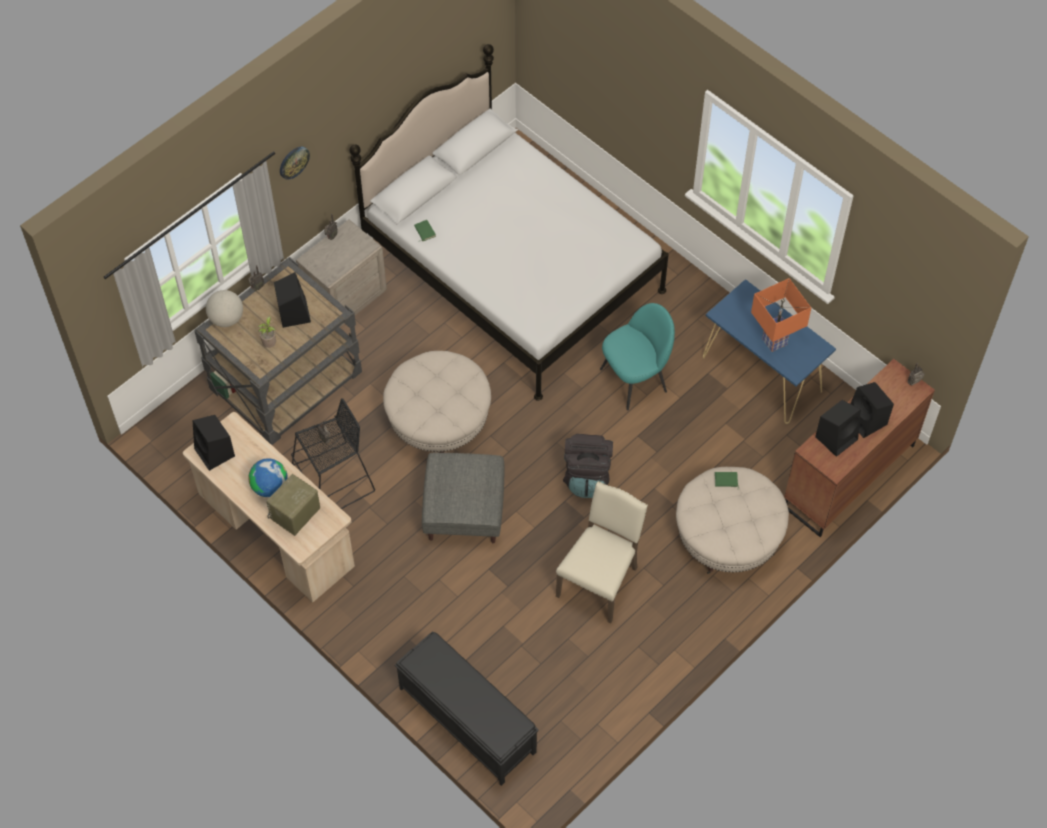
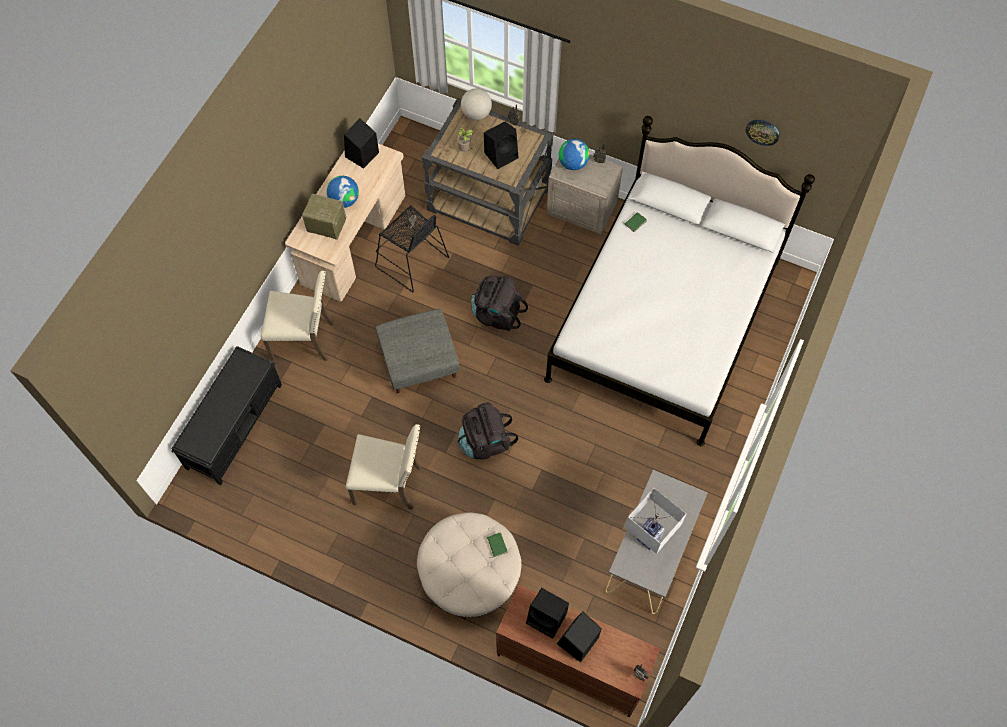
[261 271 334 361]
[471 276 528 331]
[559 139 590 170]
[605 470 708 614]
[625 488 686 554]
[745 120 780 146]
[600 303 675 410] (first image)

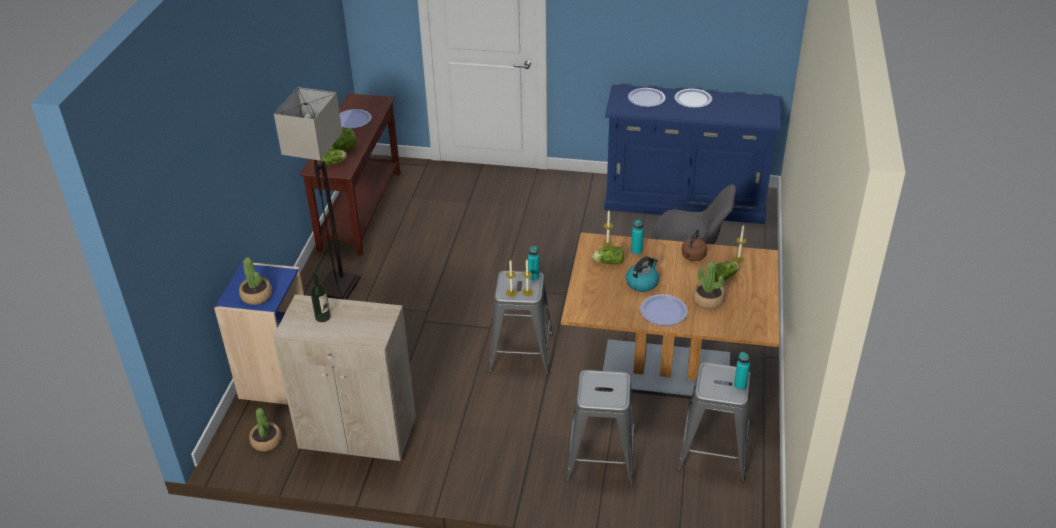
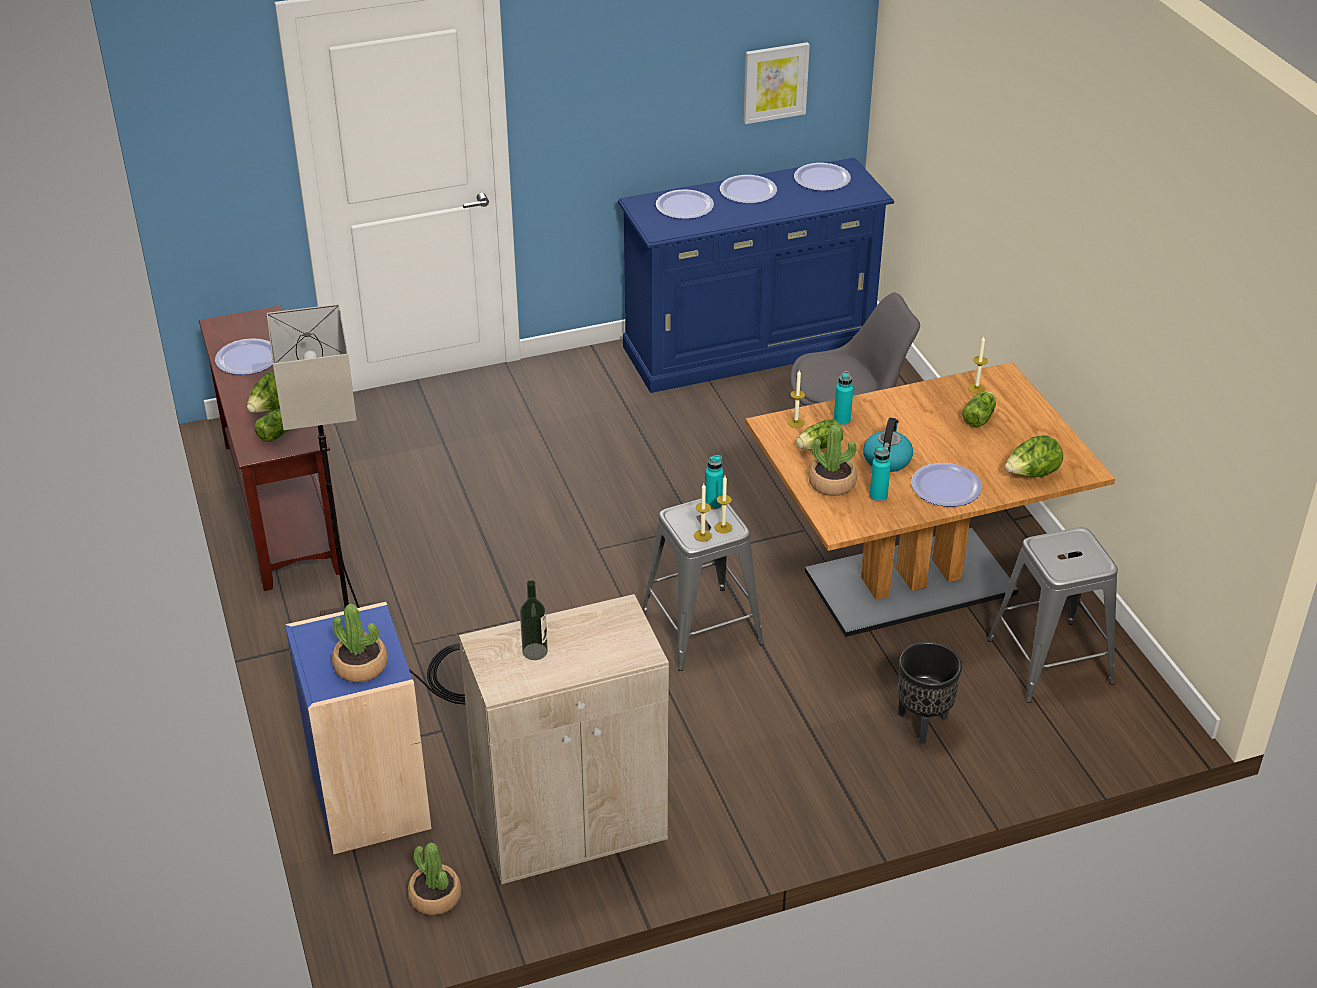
[743 42 810 124]
[794 163 851 191]
[808 425 857 496]
[869 446 891 502]
[898 642 962 744]
[1005 436 1063 477]
[681 229 707 261] (first image)

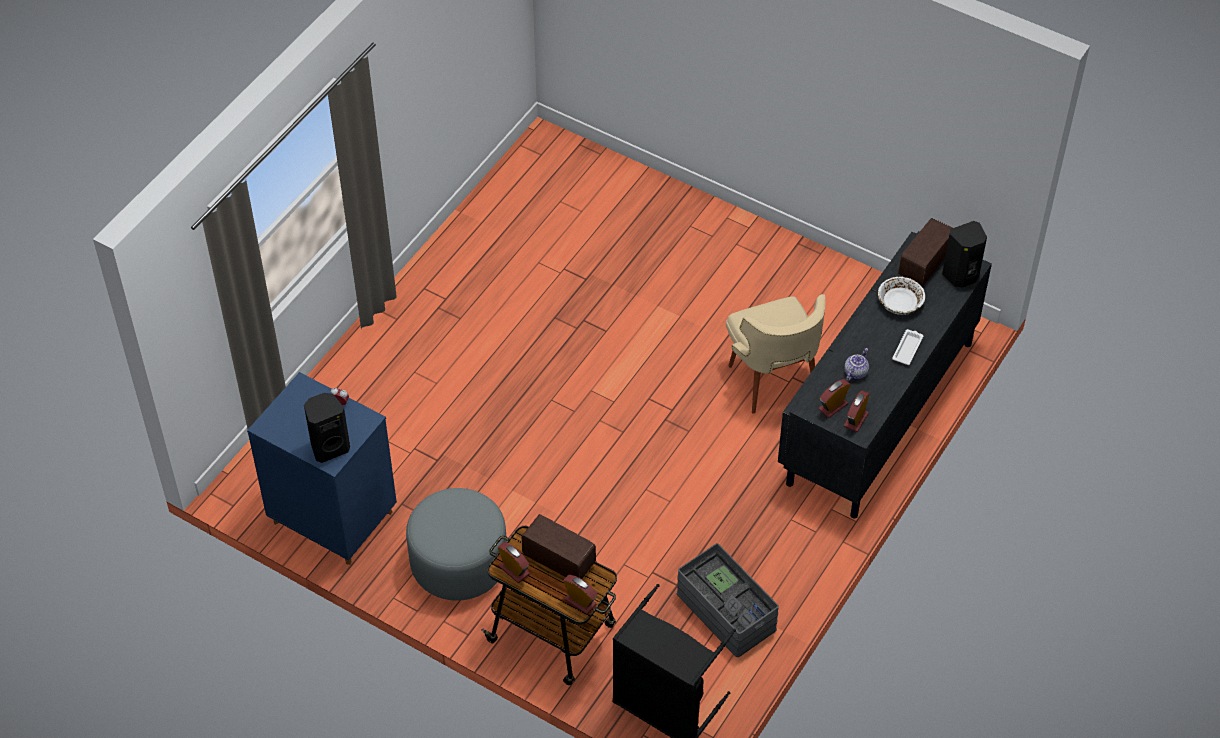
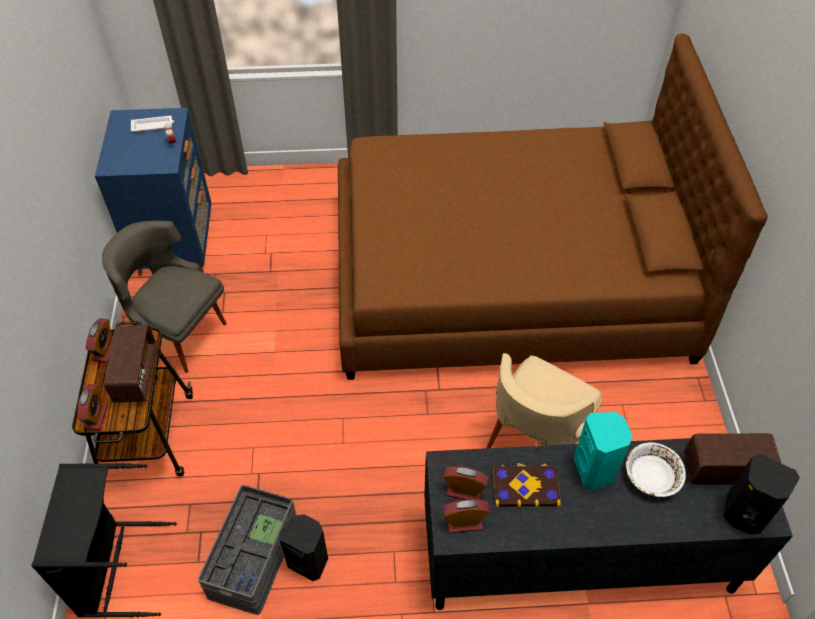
[102 221 227 373]
[131 116 174 132]
[279 514 328 581]
[338 33 768 380]
[492 463 561 507]
[574 412 632 491]

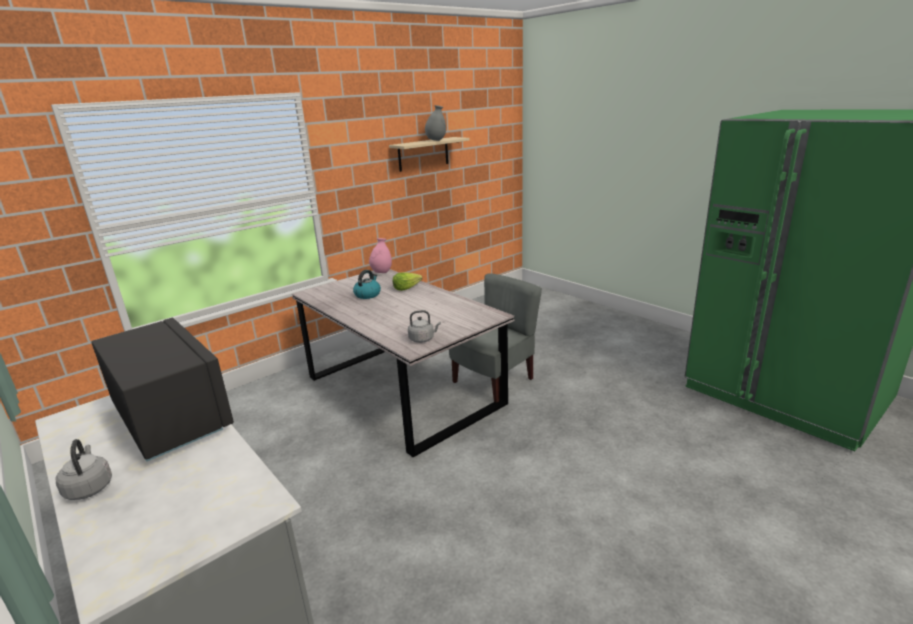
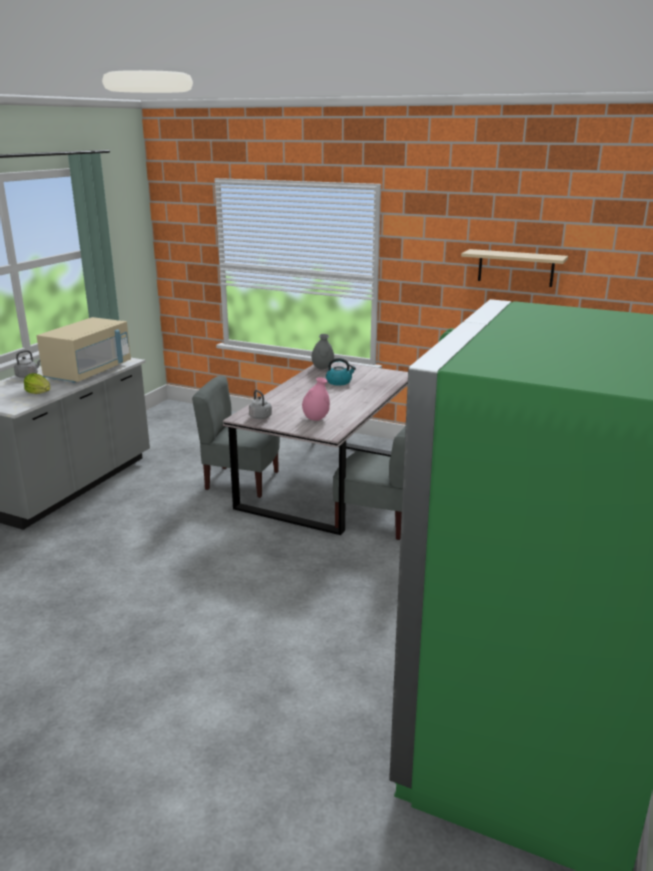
[24 373 50 394]
[36 317 131 383]
[192 376 280 498]
[302 377 330 421]
[312 334 334 369]

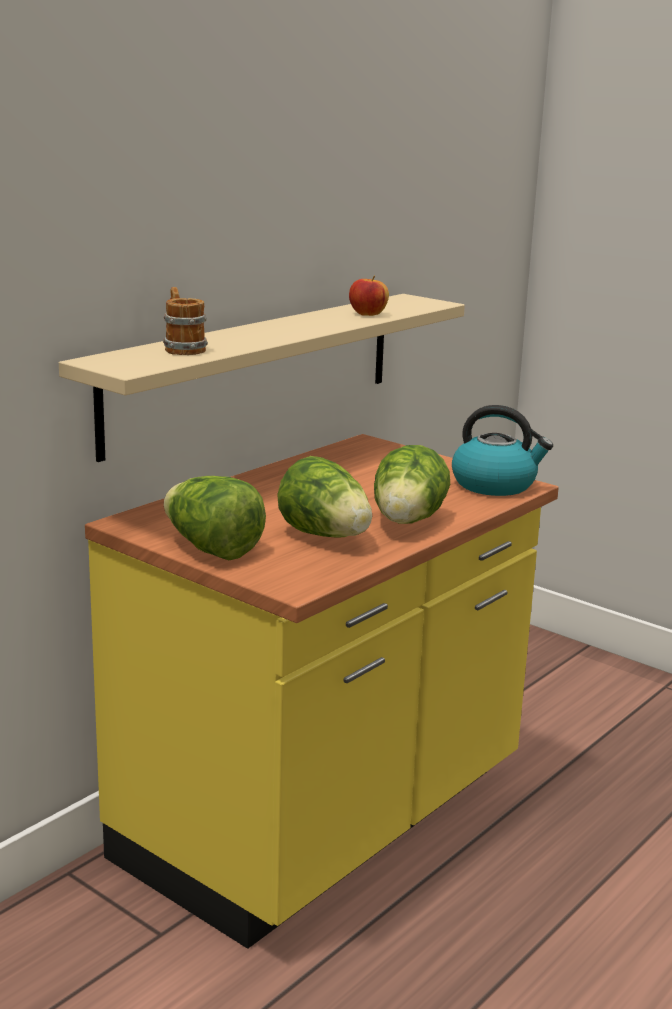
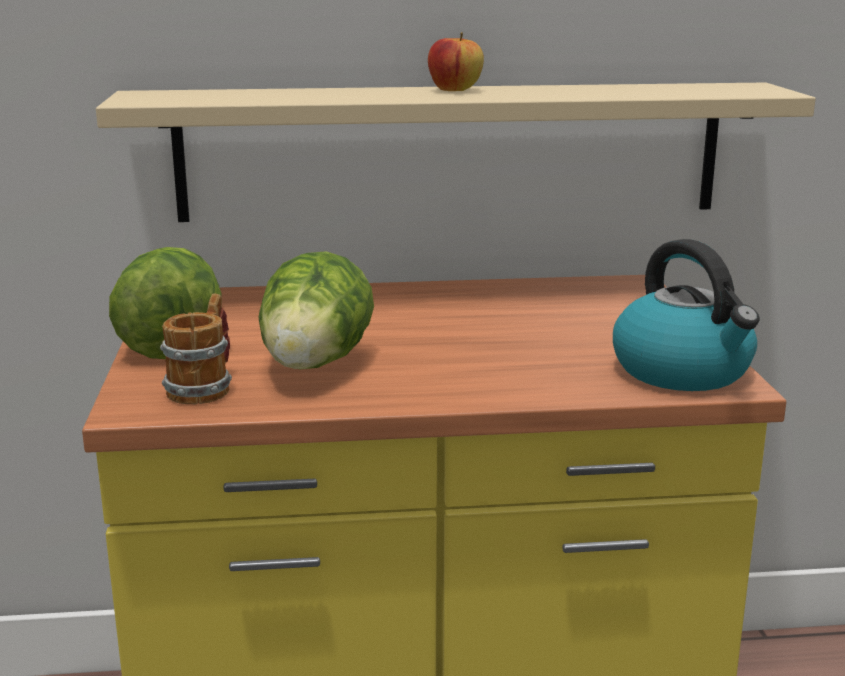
[160 294 232 404]
[428 32 484 91]
[374 445 450 524] (first image)

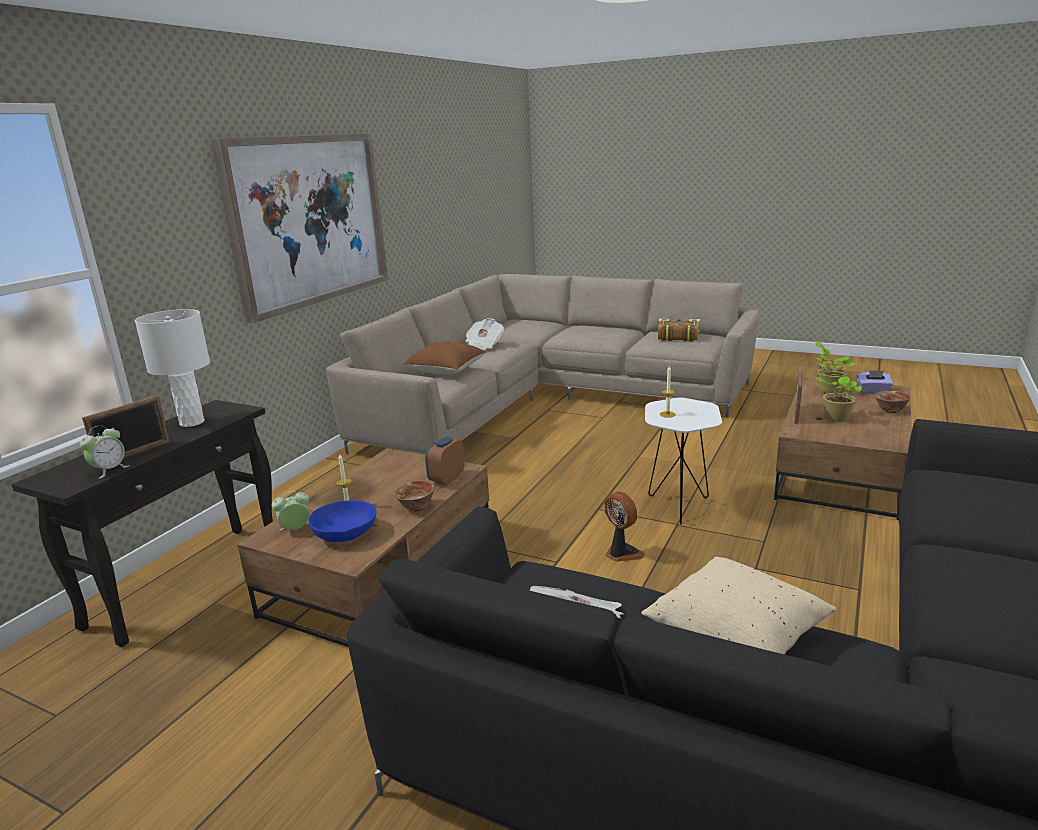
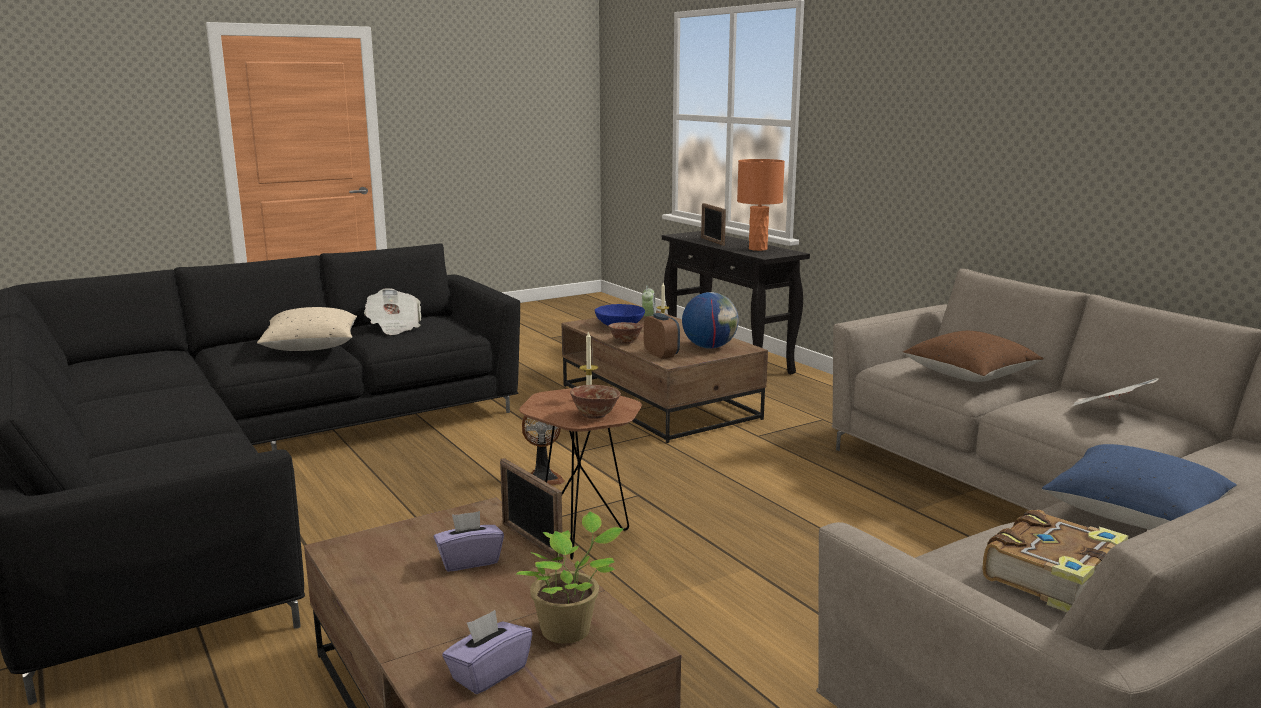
[434 511 504 572]
[519 388 642 560]
[570 385 621 419]
[682 292 739 349]
[737 159 785 251]
[1042 444 1237 530]
[80 425 130 479] (first image)
[211 134 388 323] (first image)

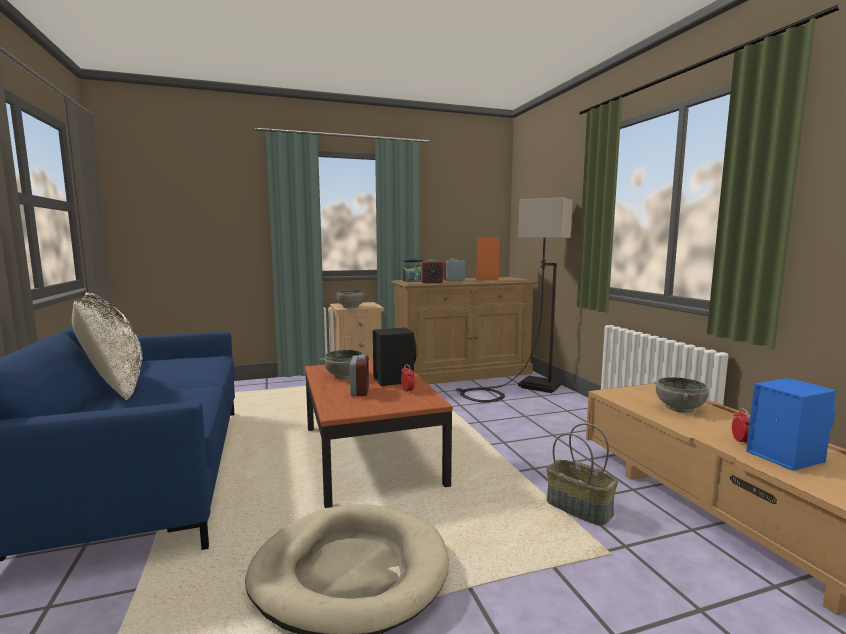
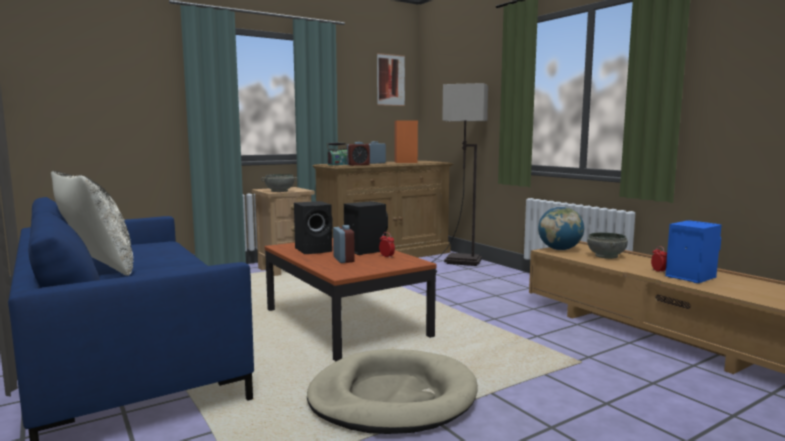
[294 201 333 254]
[377 53 405 106]
[538 206 584 250]
[546 423 618 526] (first image)

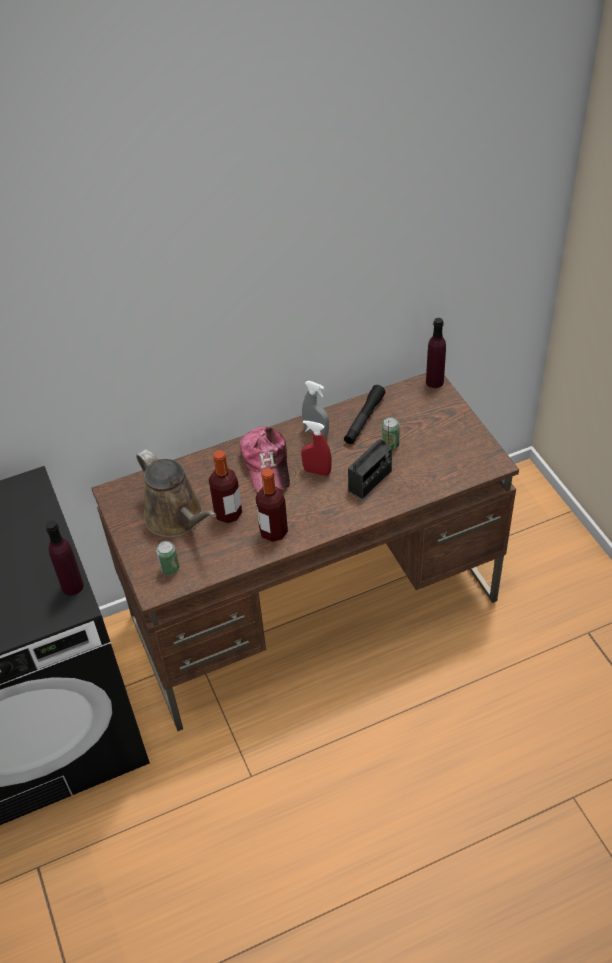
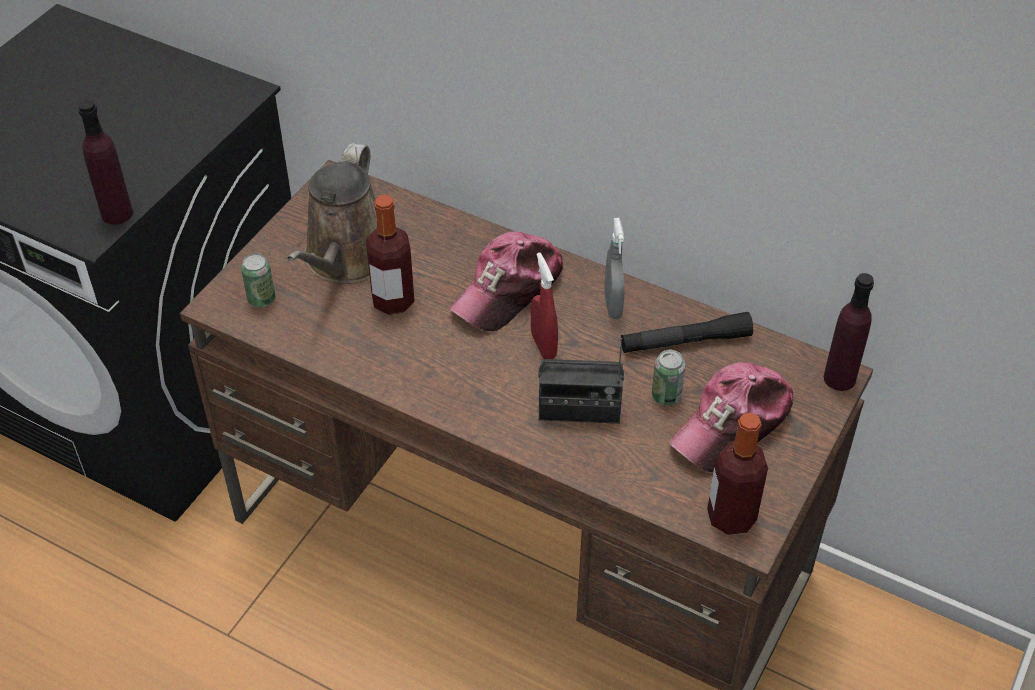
[669 362 793 472]
[707 413 768 535]

